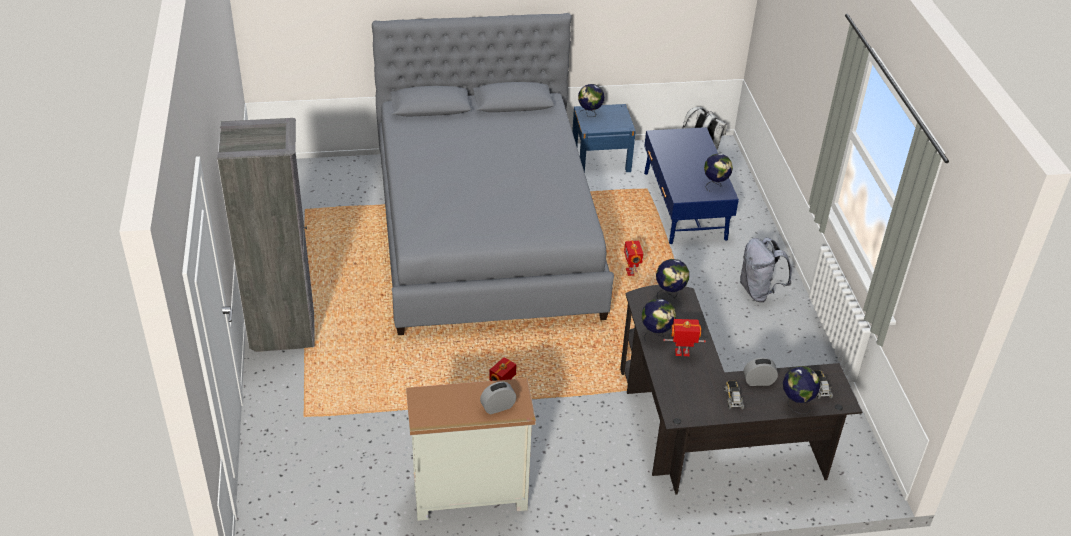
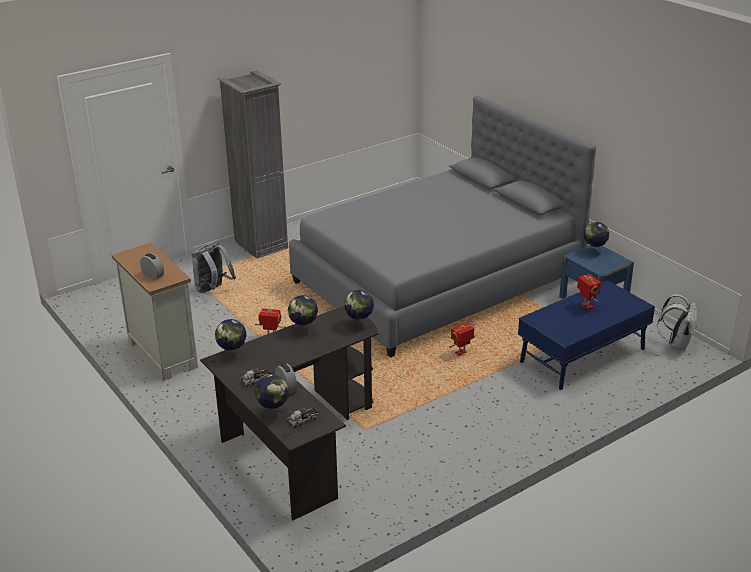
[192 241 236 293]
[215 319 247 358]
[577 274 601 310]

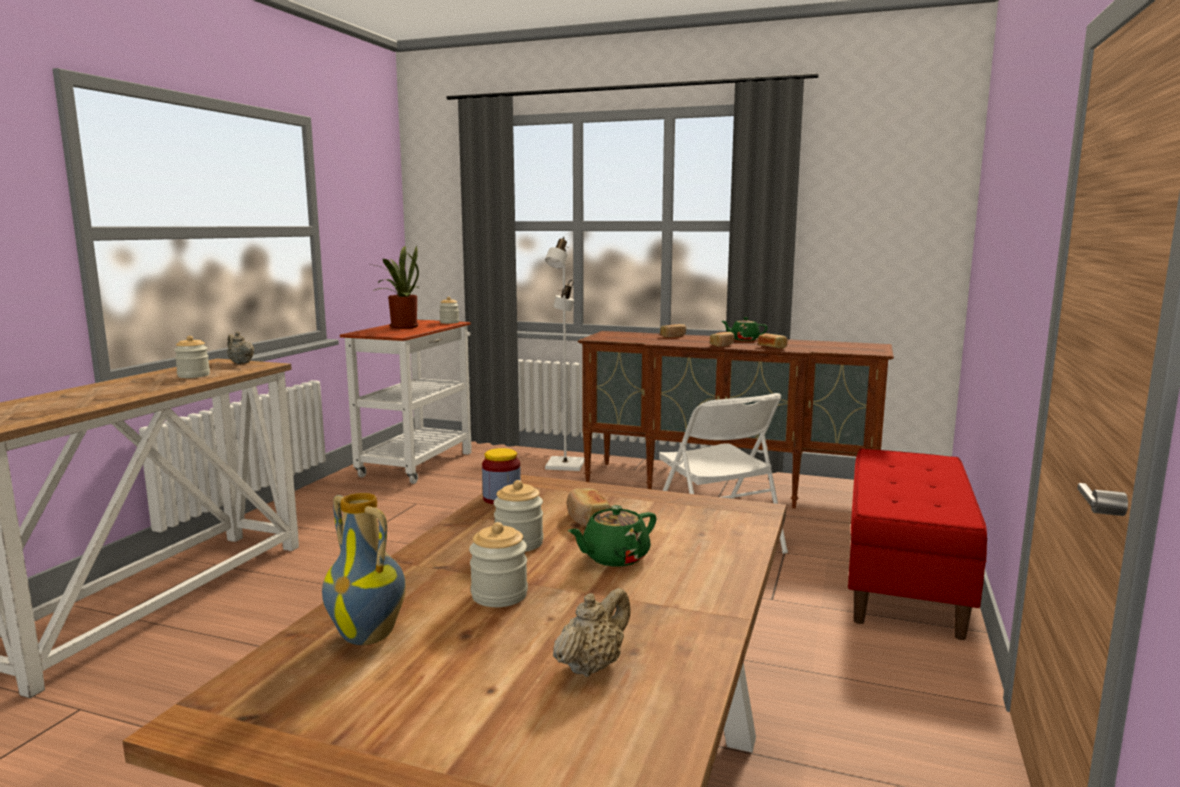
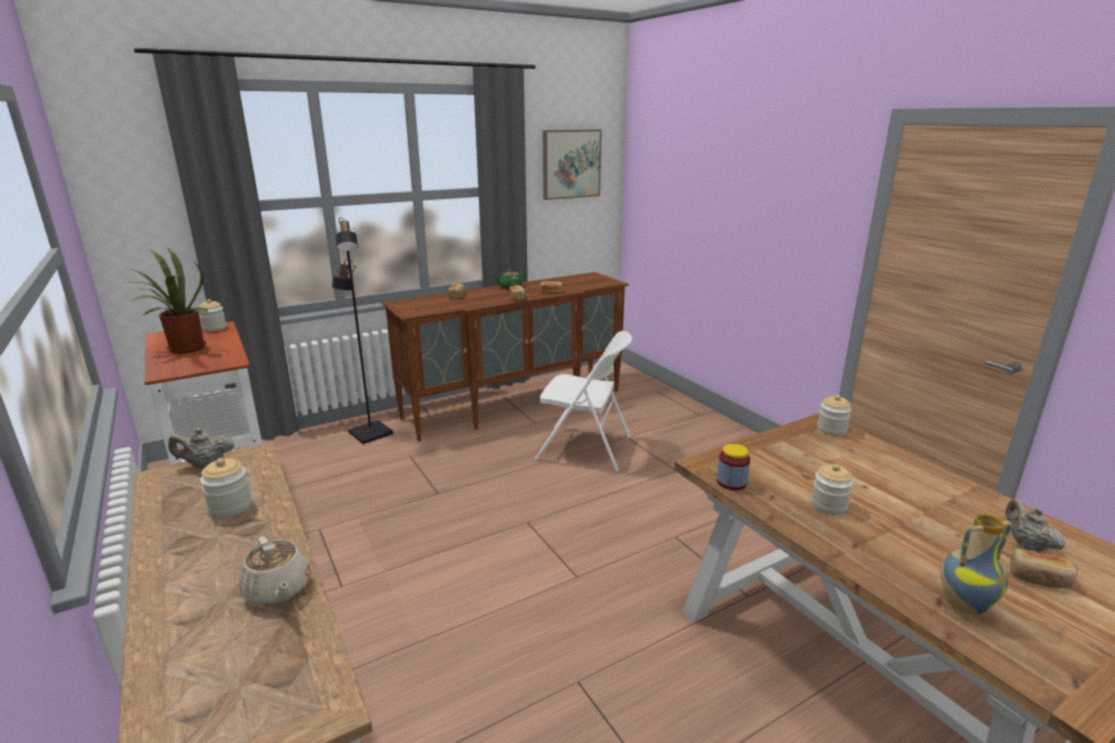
[239 536 311 605]
[332 217 393 444]
[543 129 602 200]
[817 395 851 436]
[1010 548 1077 588]
[568 505 657 567] (first image)
[848 448 987 640] (first image)

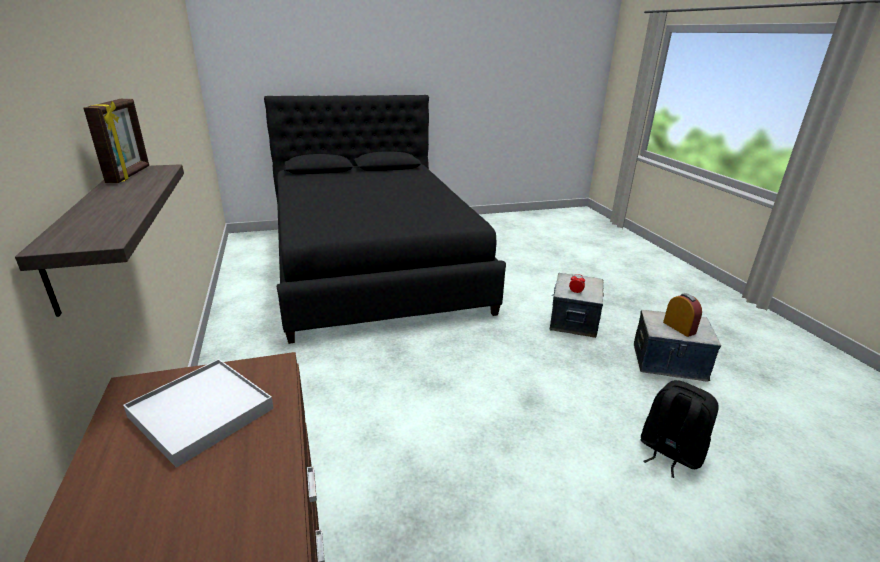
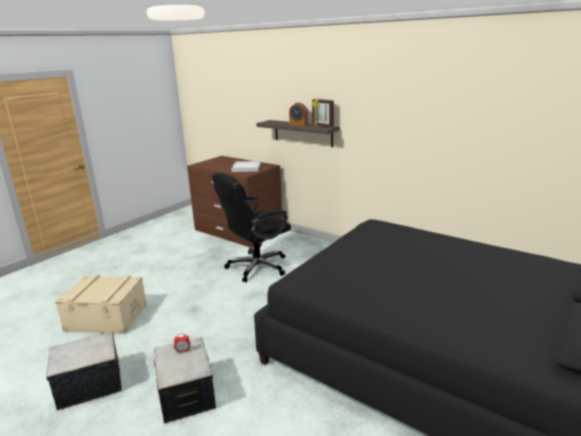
[55 274 147 334]
[212 173 291 282]
[289 102 308 126]

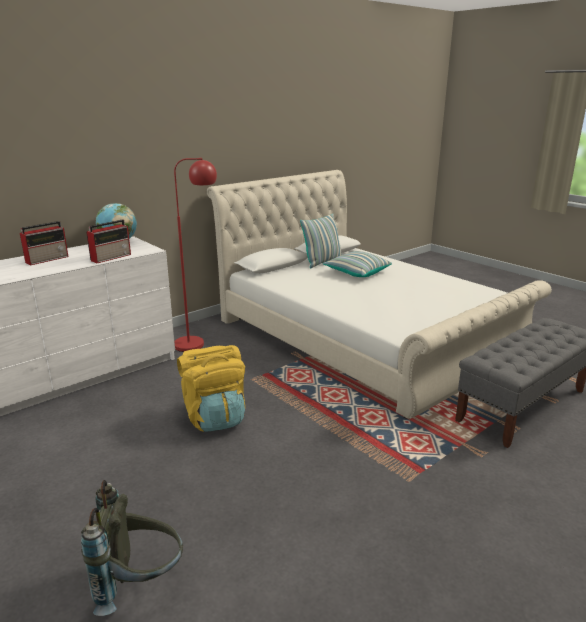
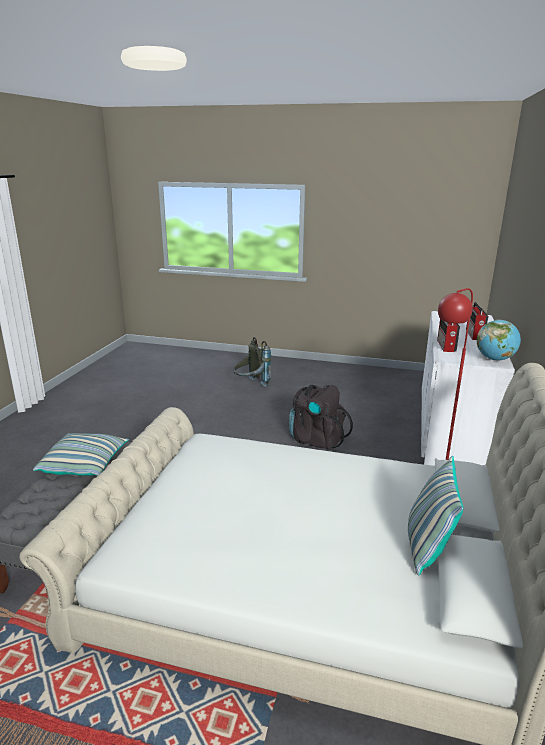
[33 433 129 476]
[289 385 353 450]

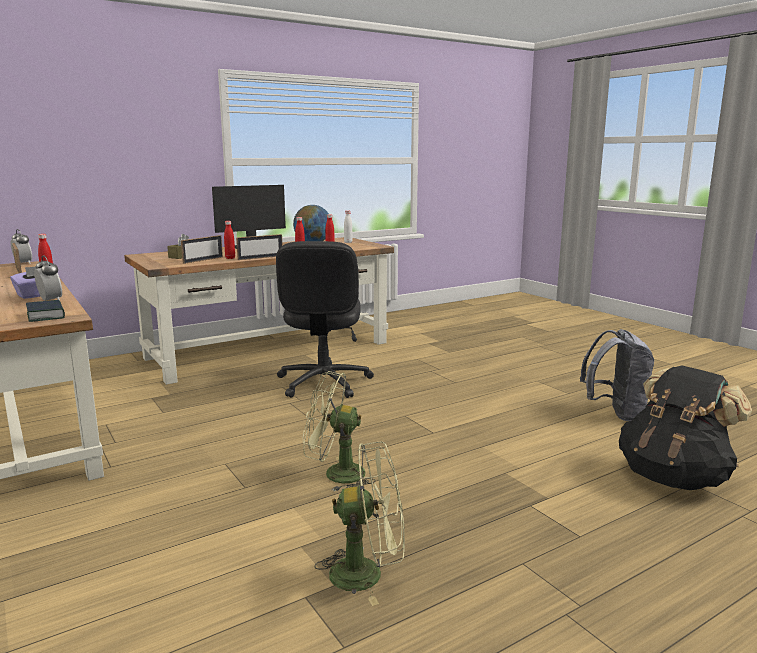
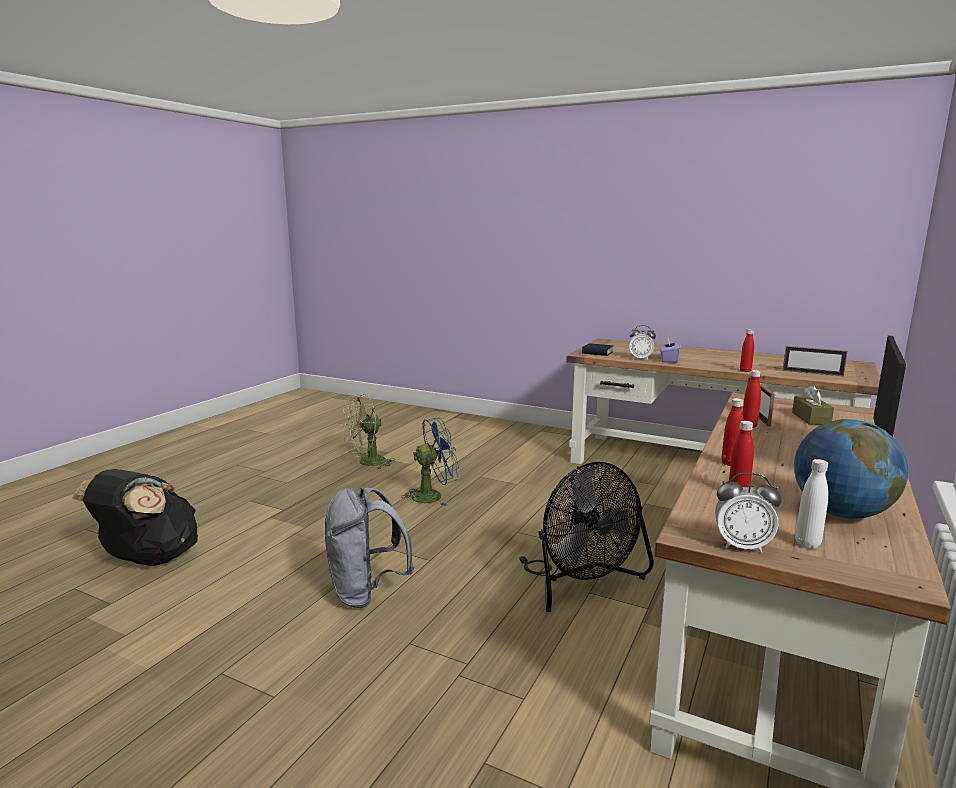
[325 488 414 608]
[401 418 459 506]
[520 462 654 612]
[715 473 782 553]
[236 234 282 260] (first image)

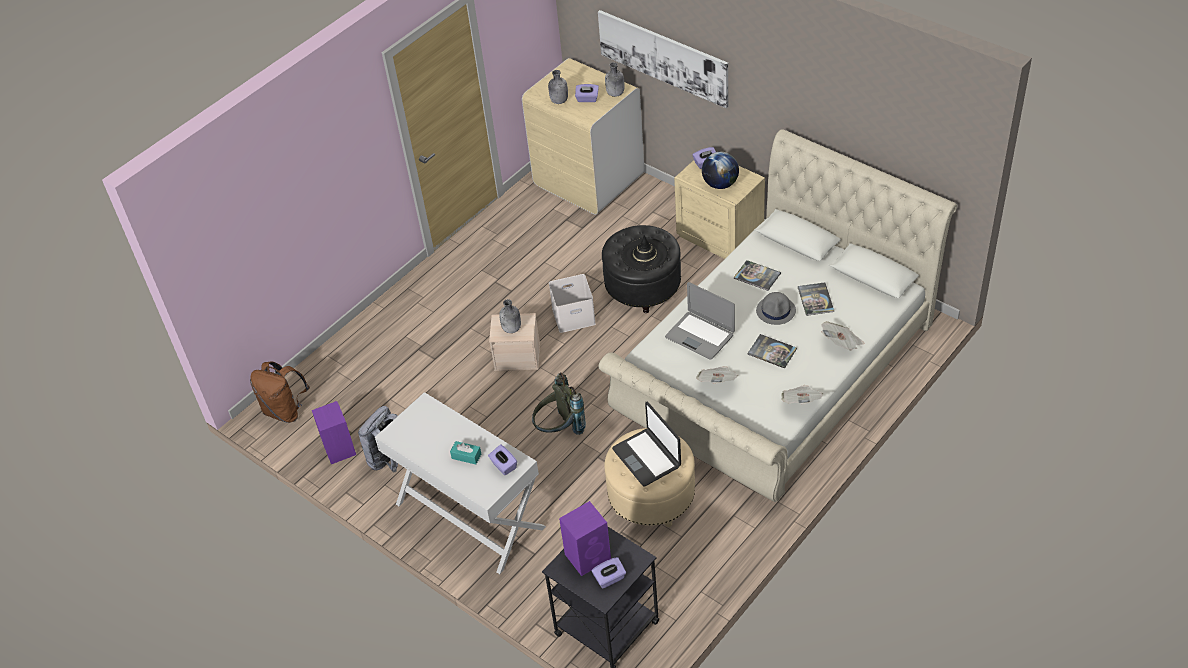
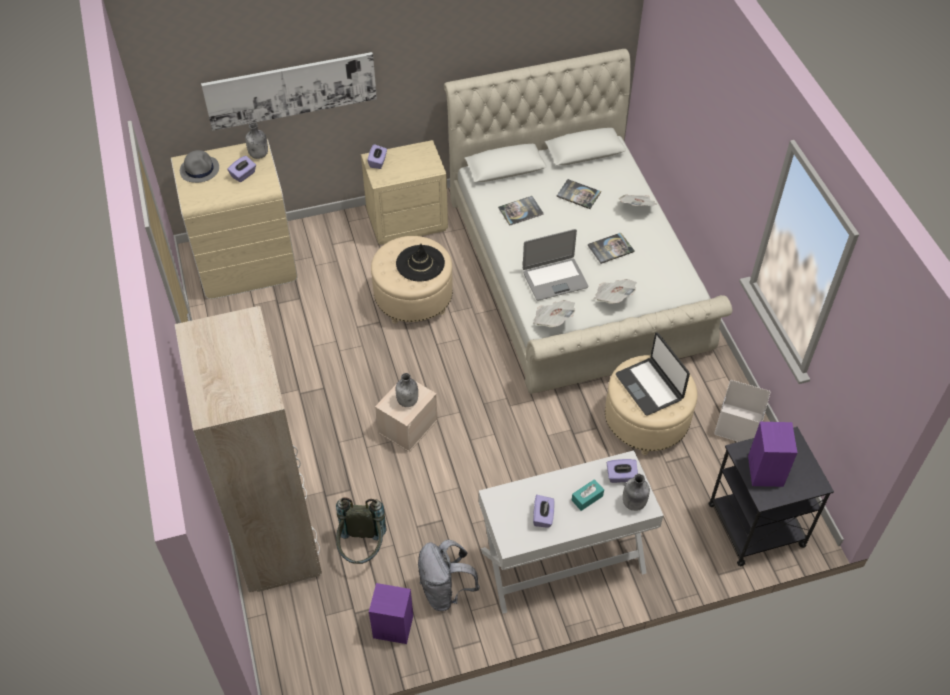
[175 306 322 592]
[180 150 219 183]
[336 497 387 564]
[371 236 453 324]
[533 300 575 327]
[533 495 555 528]
[616 332 690 416]
[623 474 650 511]
[714 380 770 442]
[250 361 310 423] (first image)
[702 152 739 189] (first image)

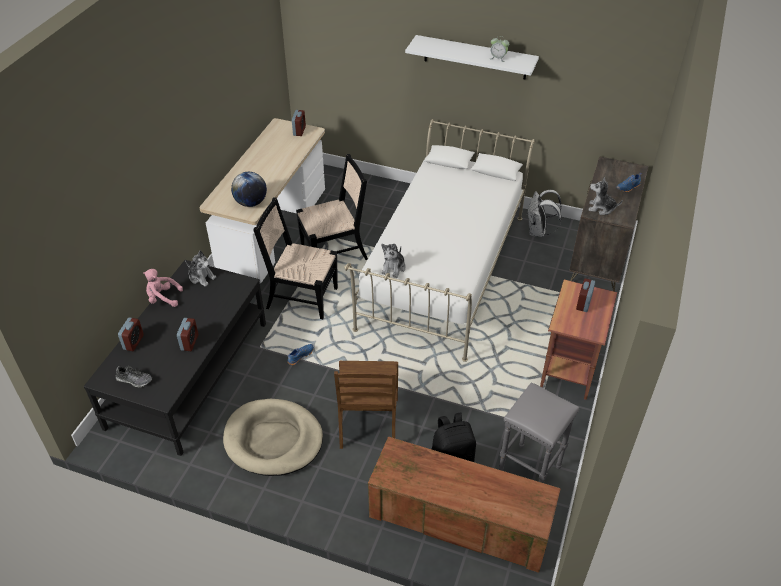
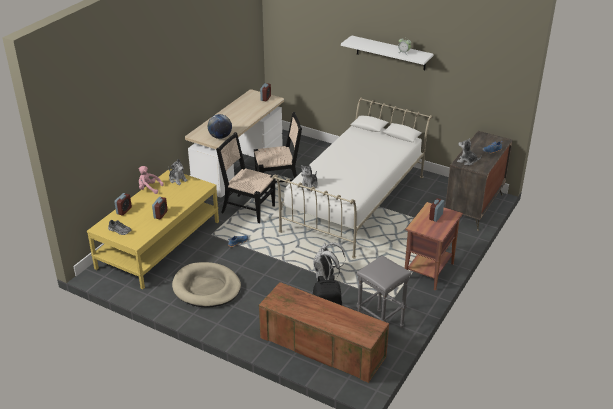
[87 169 219 289]
[313 242 346 281]
[334 361 398 449] (first image)

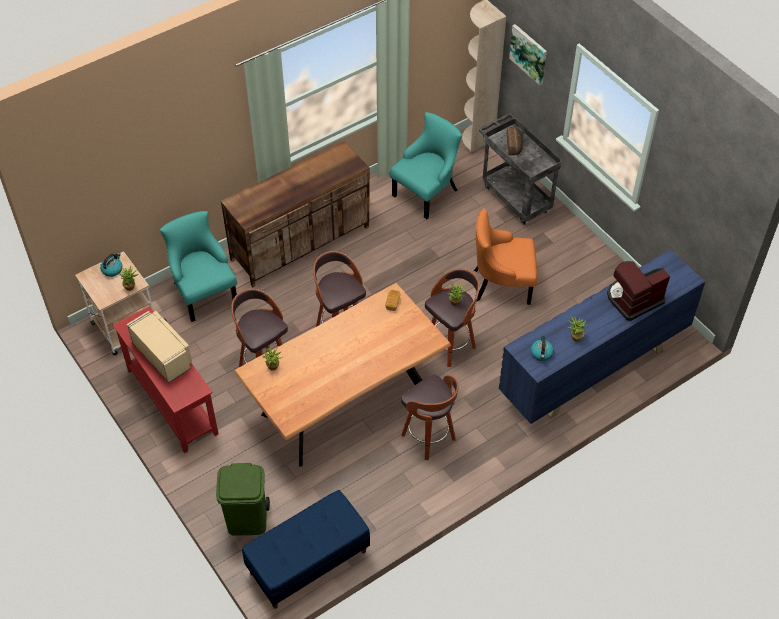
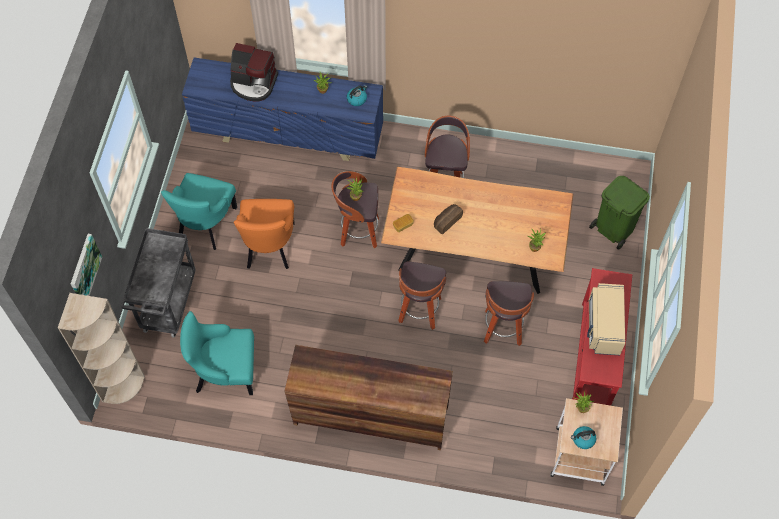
[161 173 237 250]
[234 199 295 269]
[434 204 463 234]
[242 490 370 609] (first image)

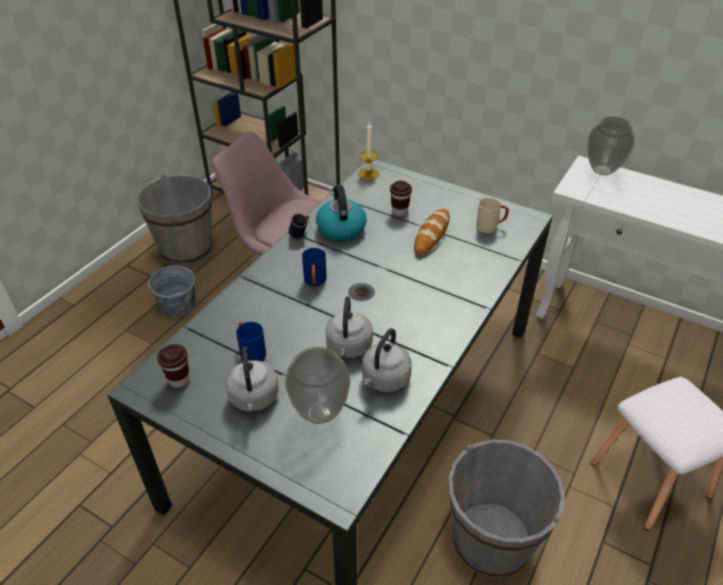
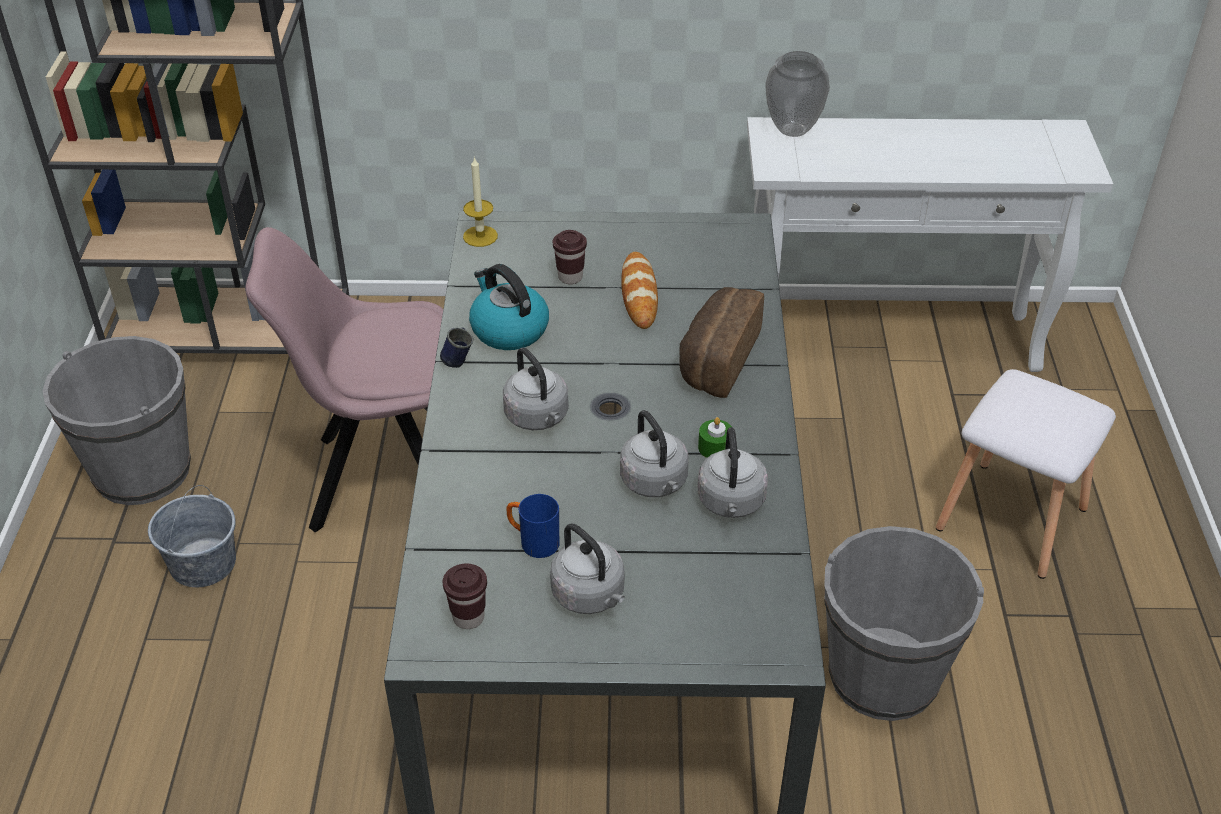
[503 347 568 430]
[679 287 764 398]
[698 417 732 458]
[285 347 351 424] (first image)
[476 198 509 233] (first image)

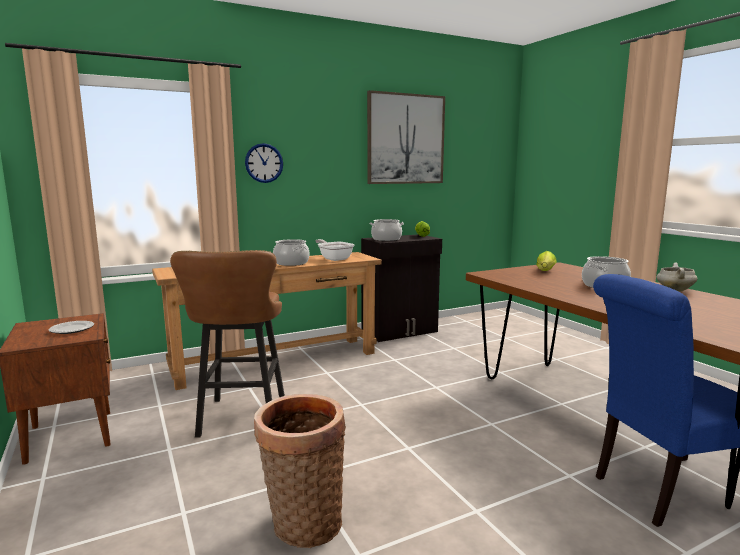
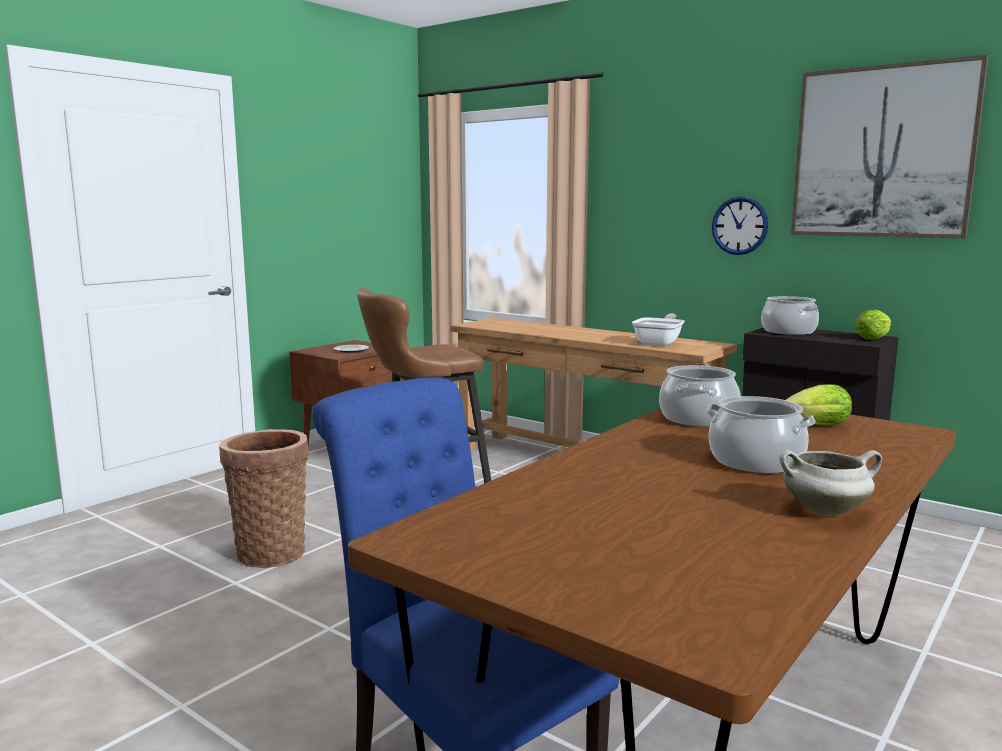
[659 365 740 427]
[712 197 768 255]

